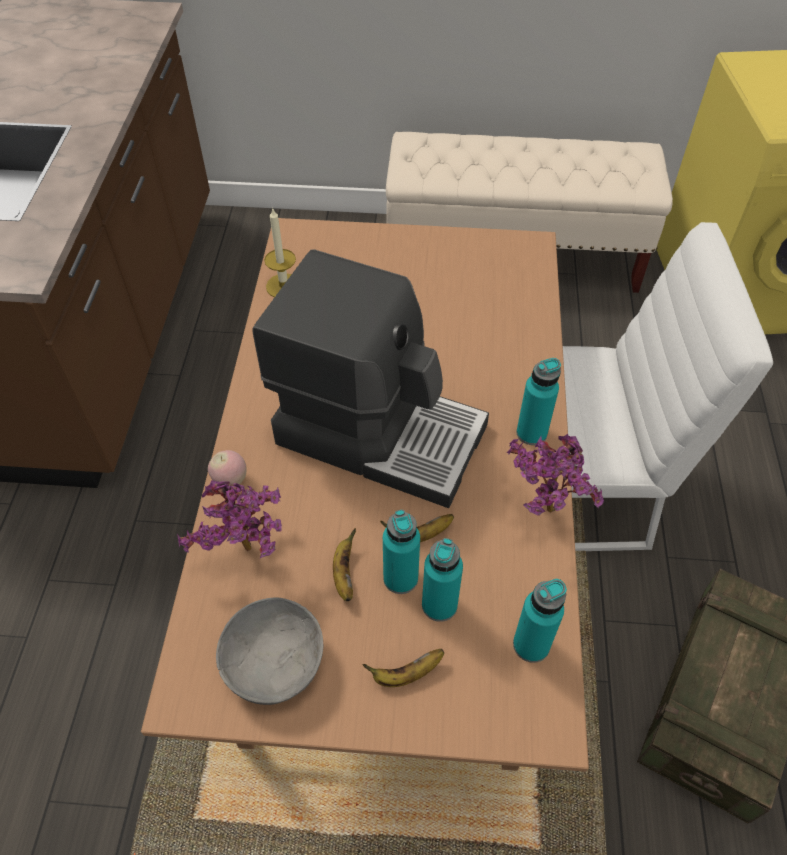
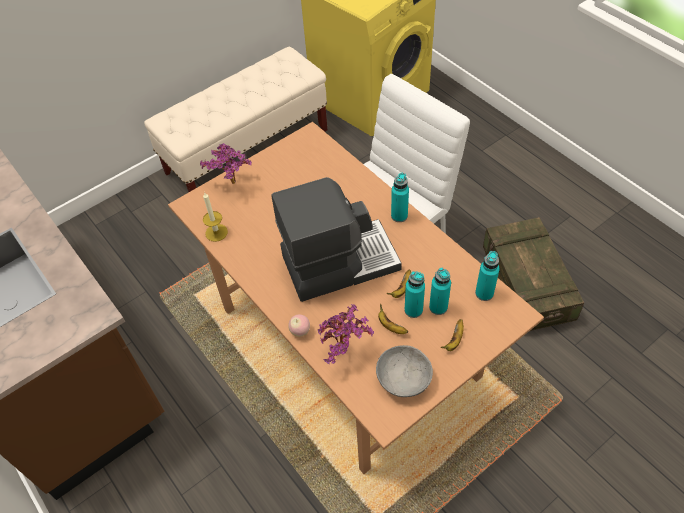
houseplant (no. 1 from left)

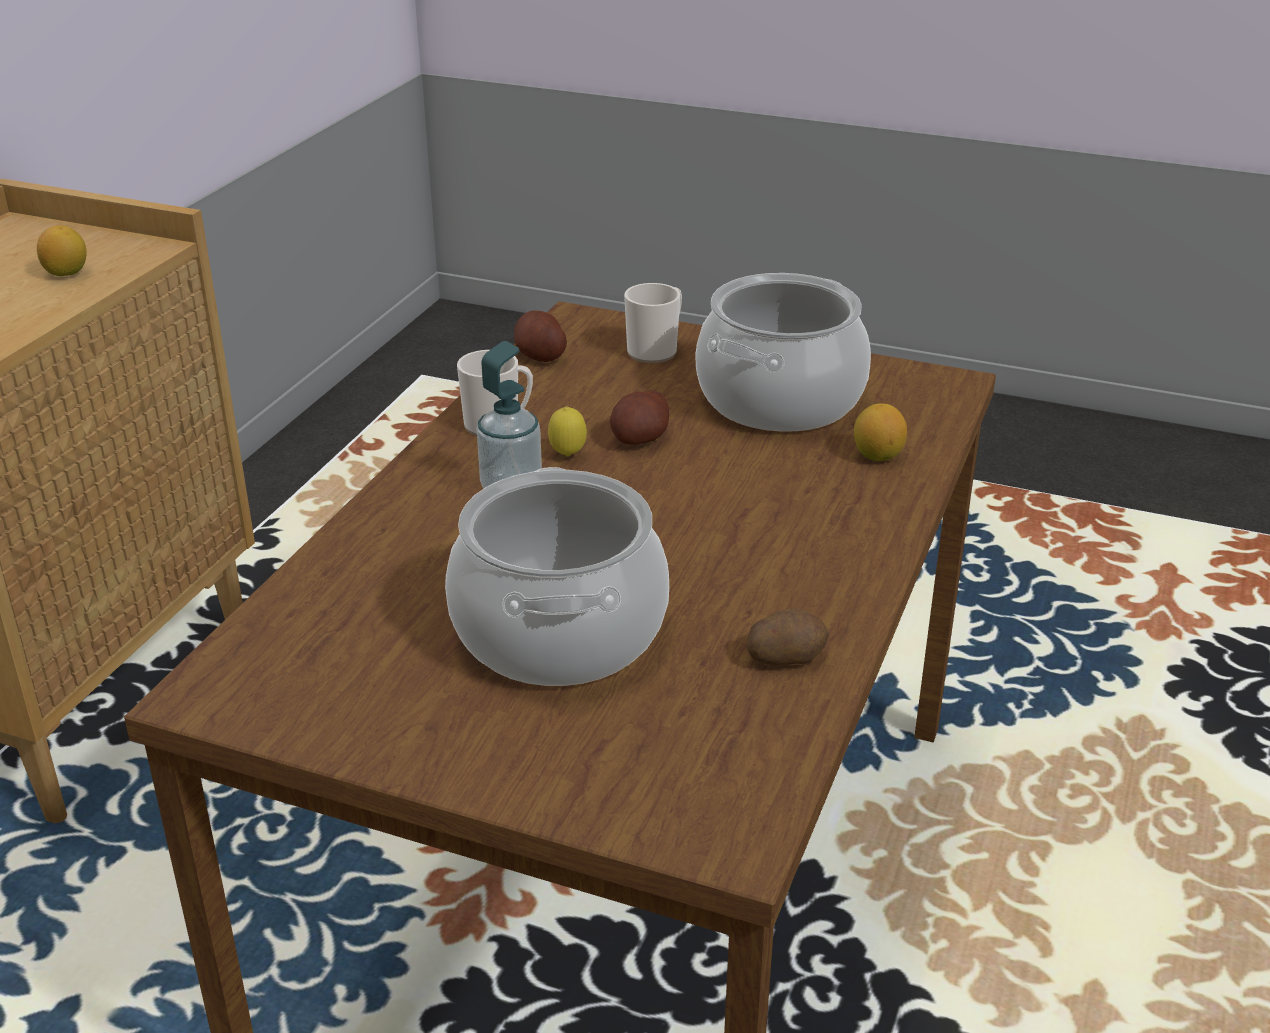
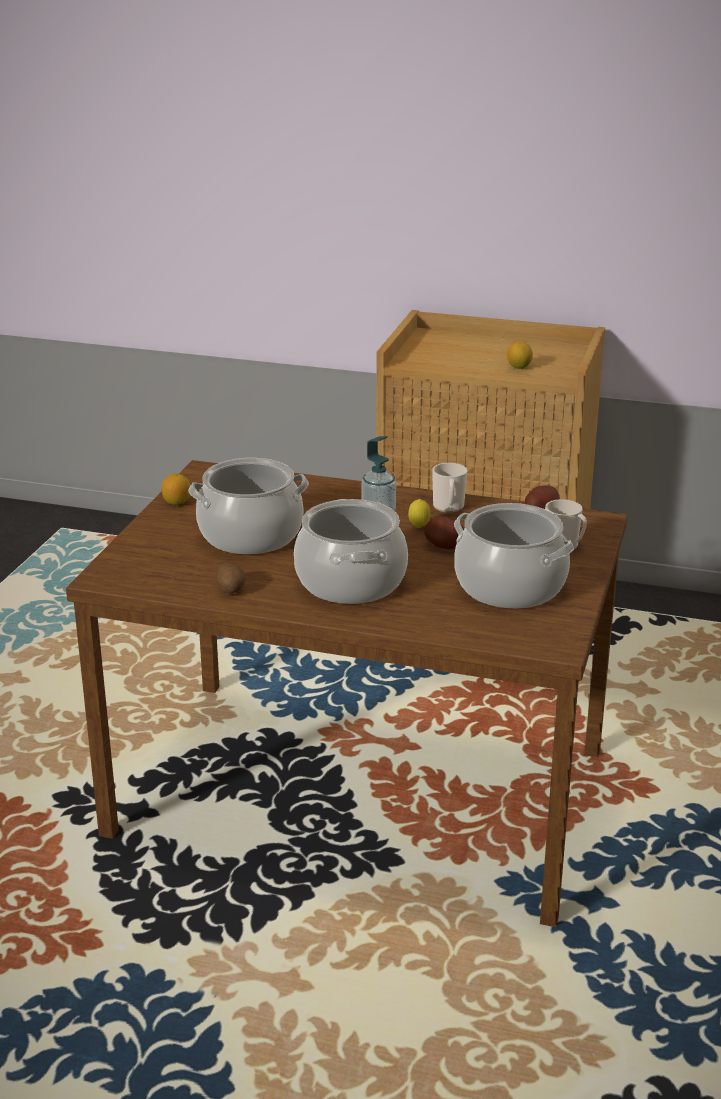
stockpot (no. 2 from left); whole lemon (no. 1 from left)

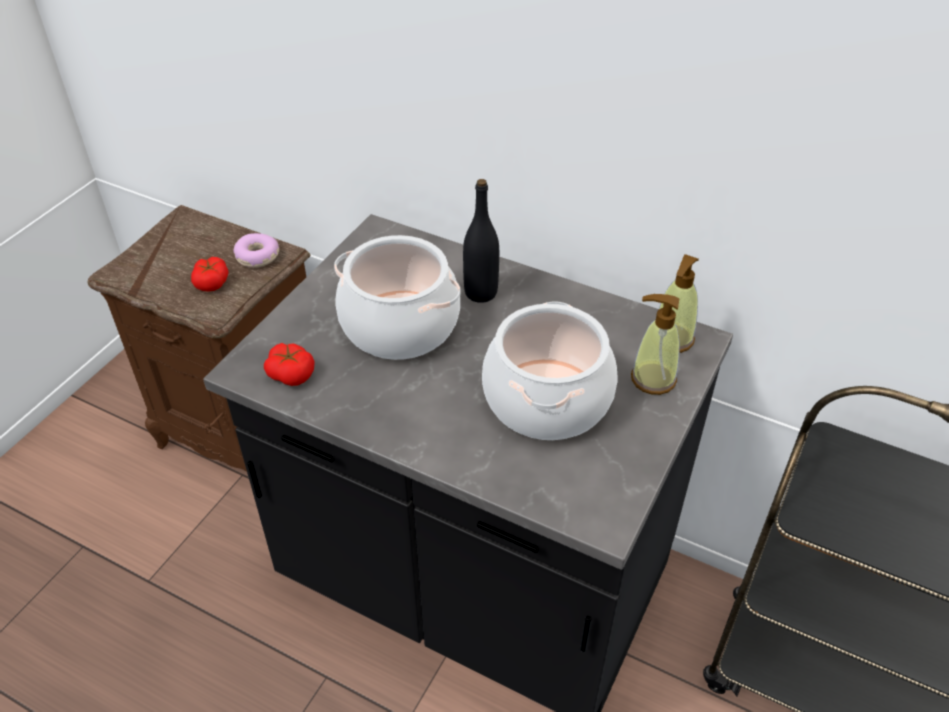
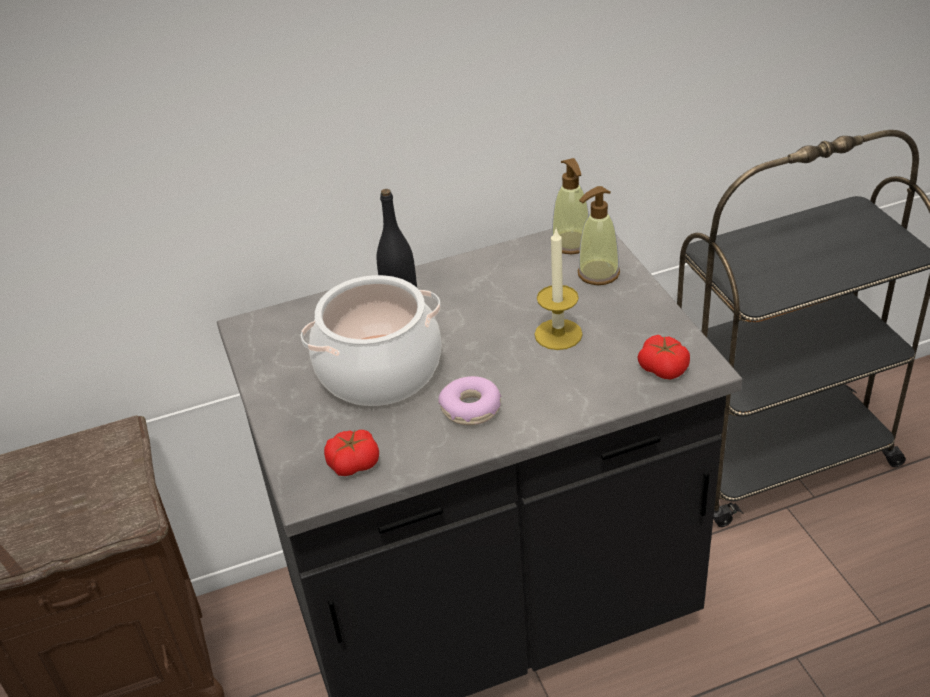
fresh tomato (no. 2 from left); donut; wax light

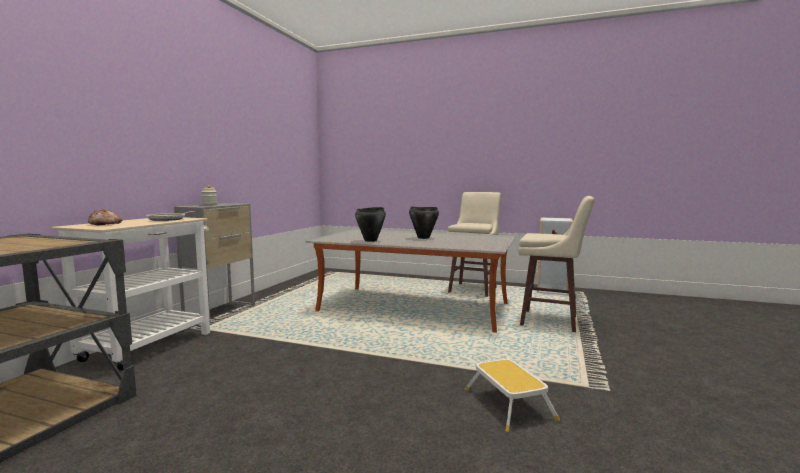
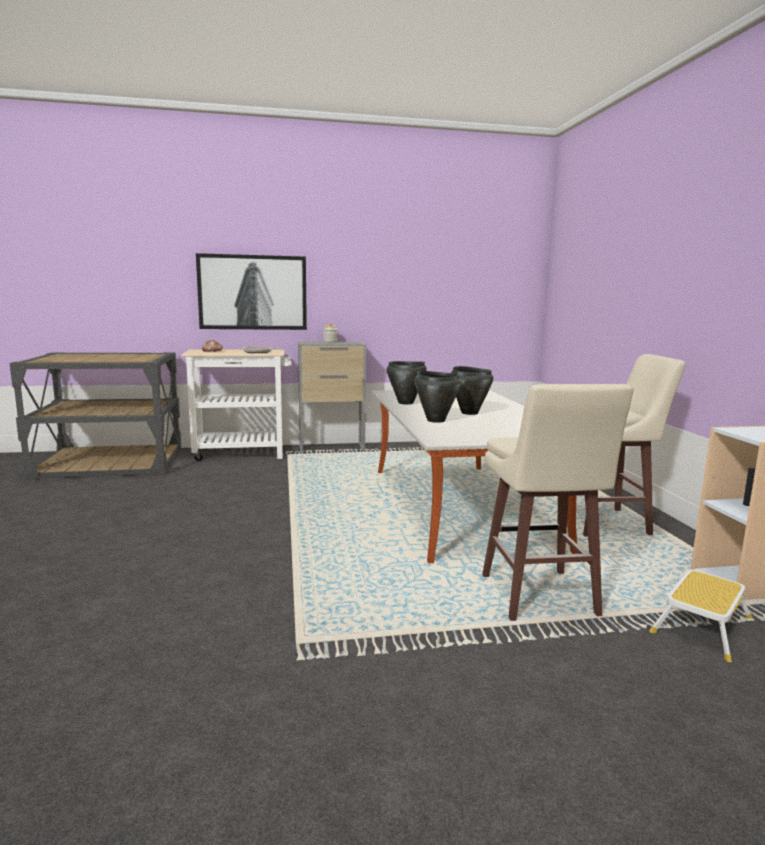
wall picture; blackish stockpot (no. 2 from left); yellowish step ladder

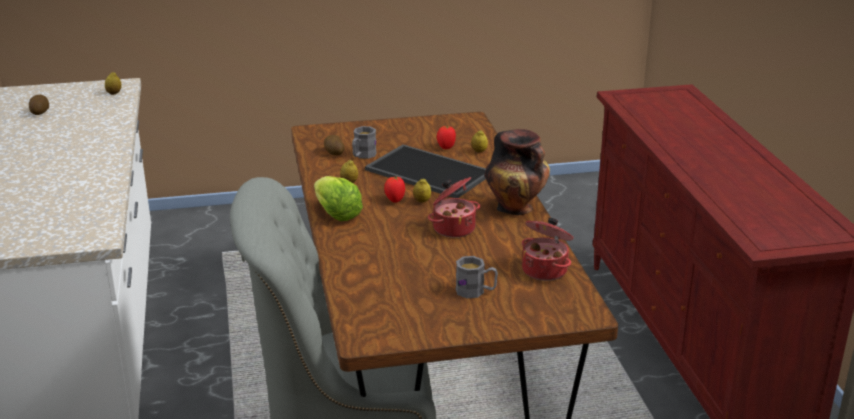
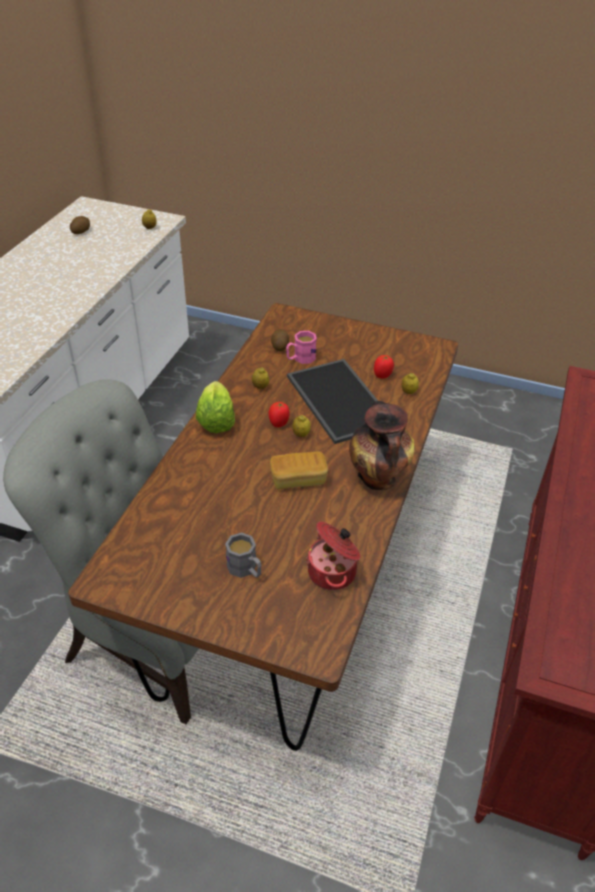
bread; pink coffee mug

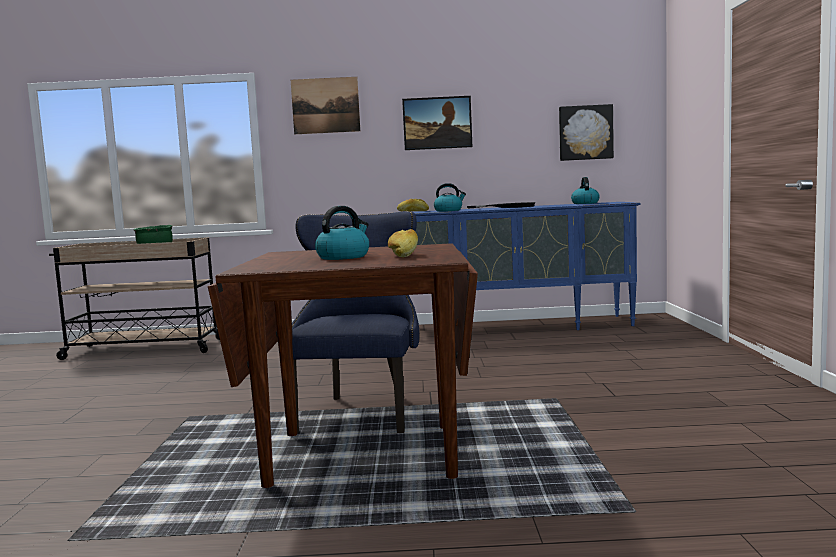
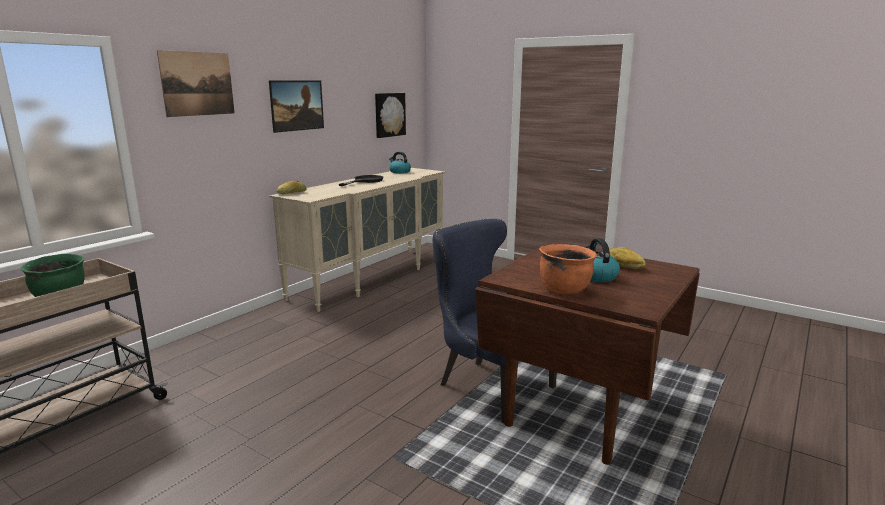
tea kettle (no. 2 from left in the first image); orange stockpot; sand-coloured cabinet

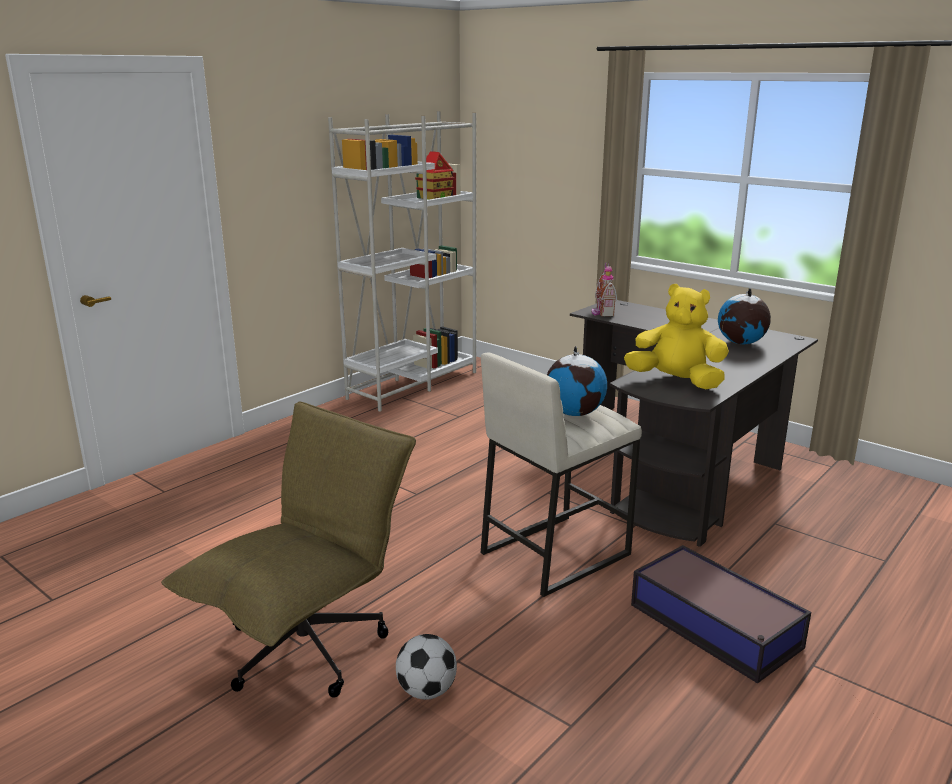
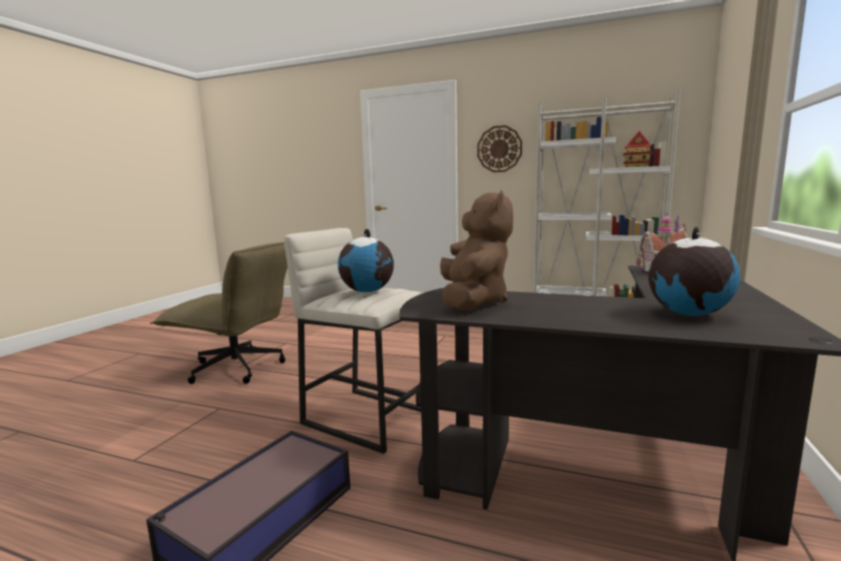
ball for football; wall clock; brown cuddly toy

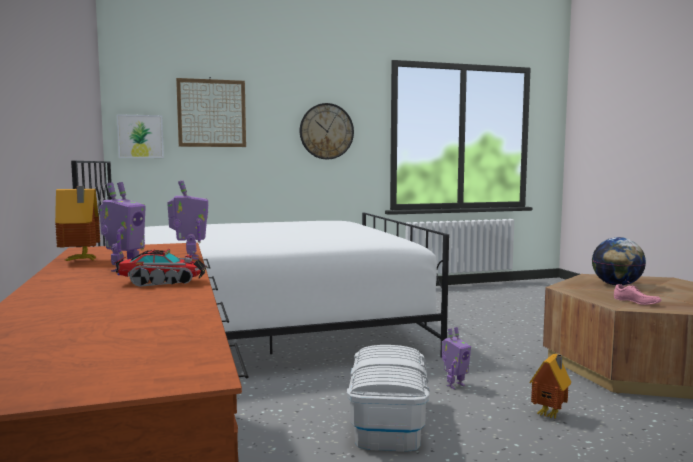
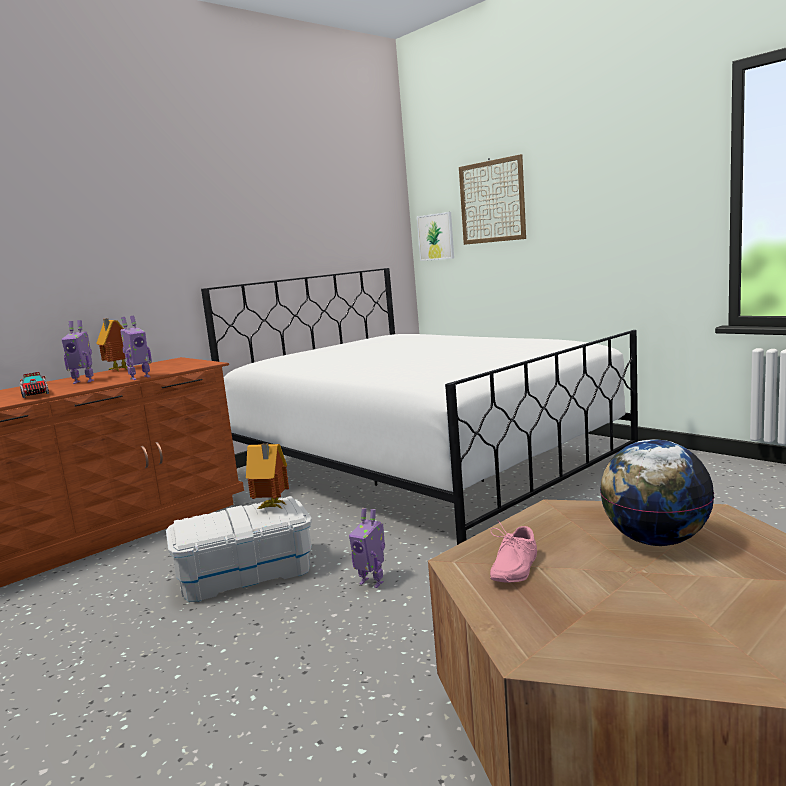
wall clock; miniature house (no. 2 from left)

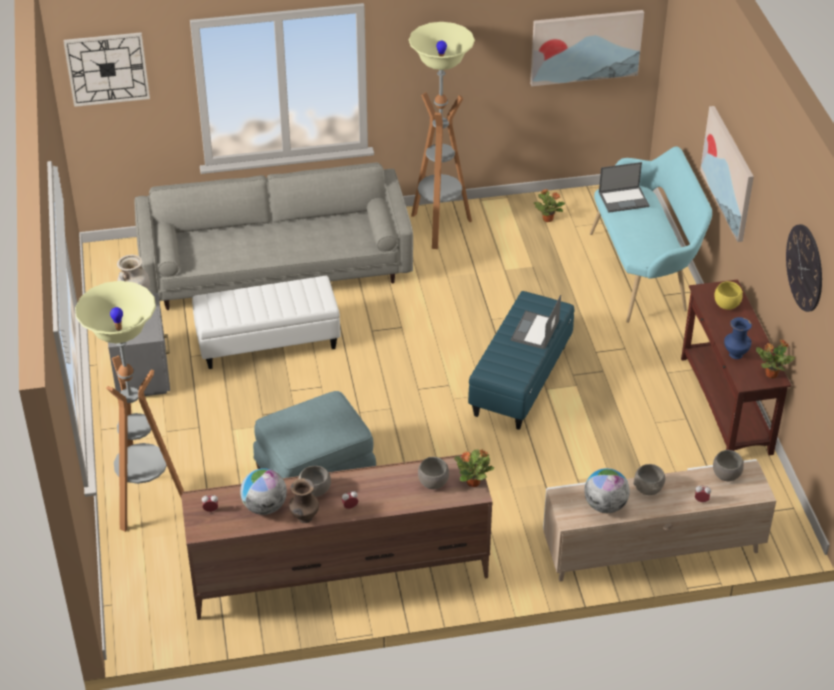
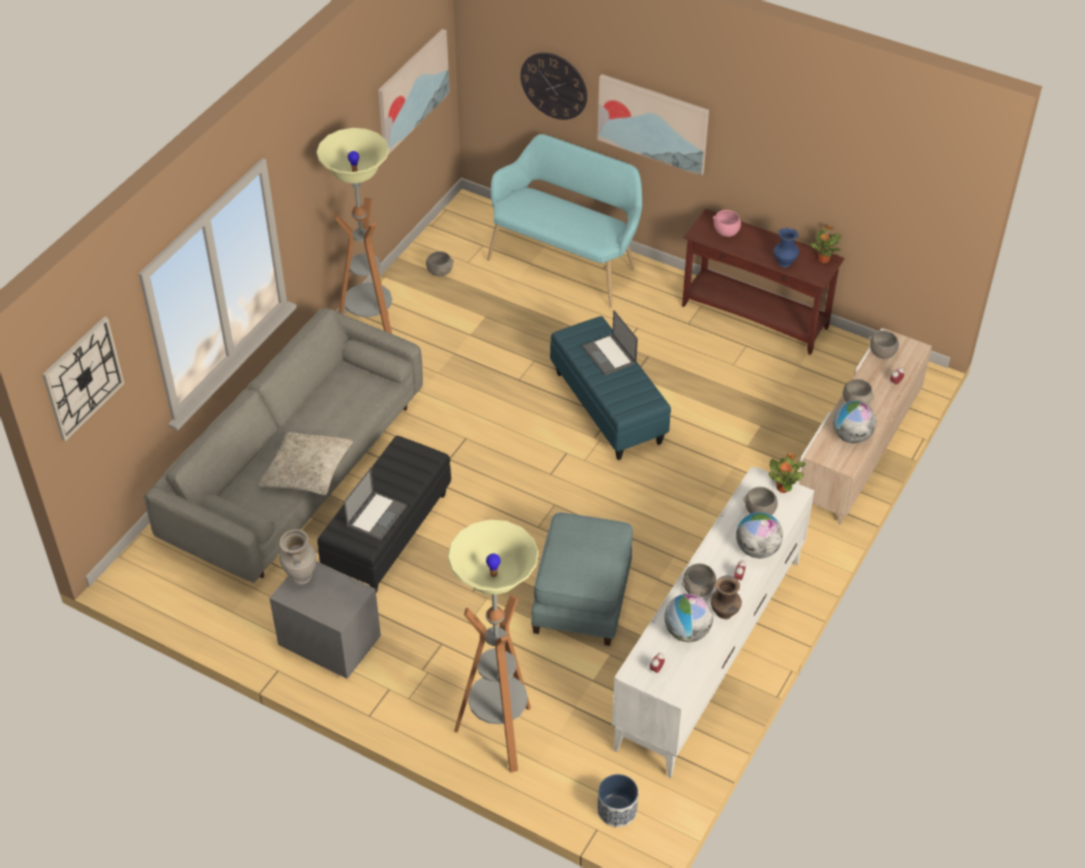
sand-coloured throw pillow; planter; desk globe (no. 2 from left); portable computer (no. 1 from left); wall clock (no. 2 from left); grey bowl (no. 1 from left); white cabinet; blackish ottoman; pink bowl

